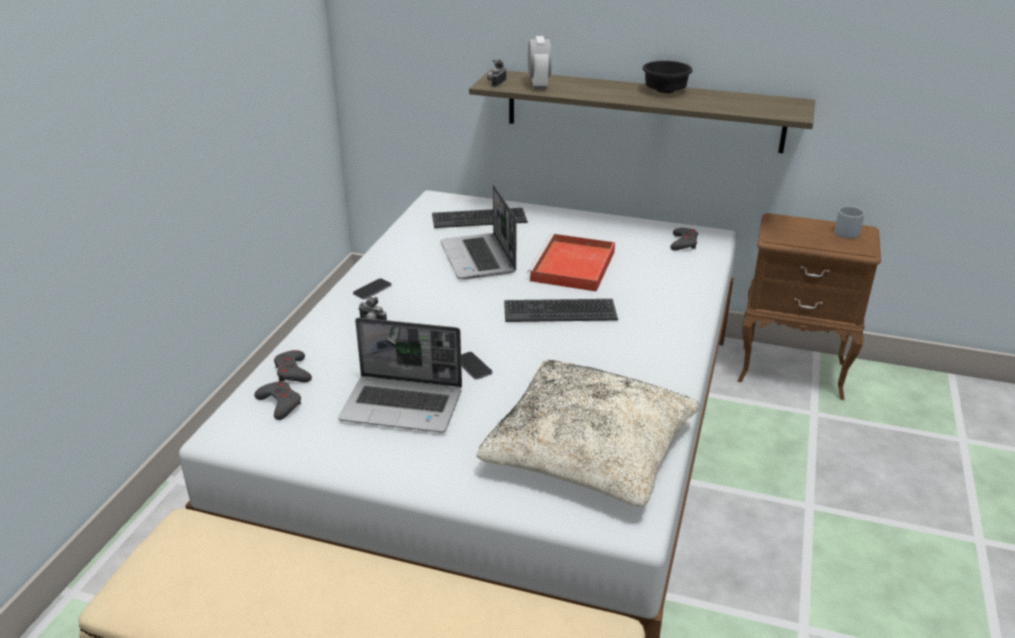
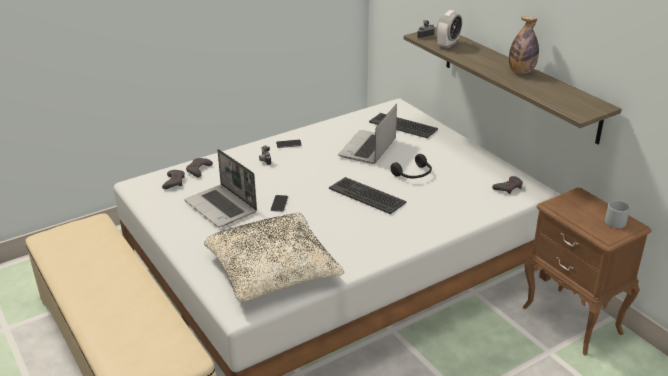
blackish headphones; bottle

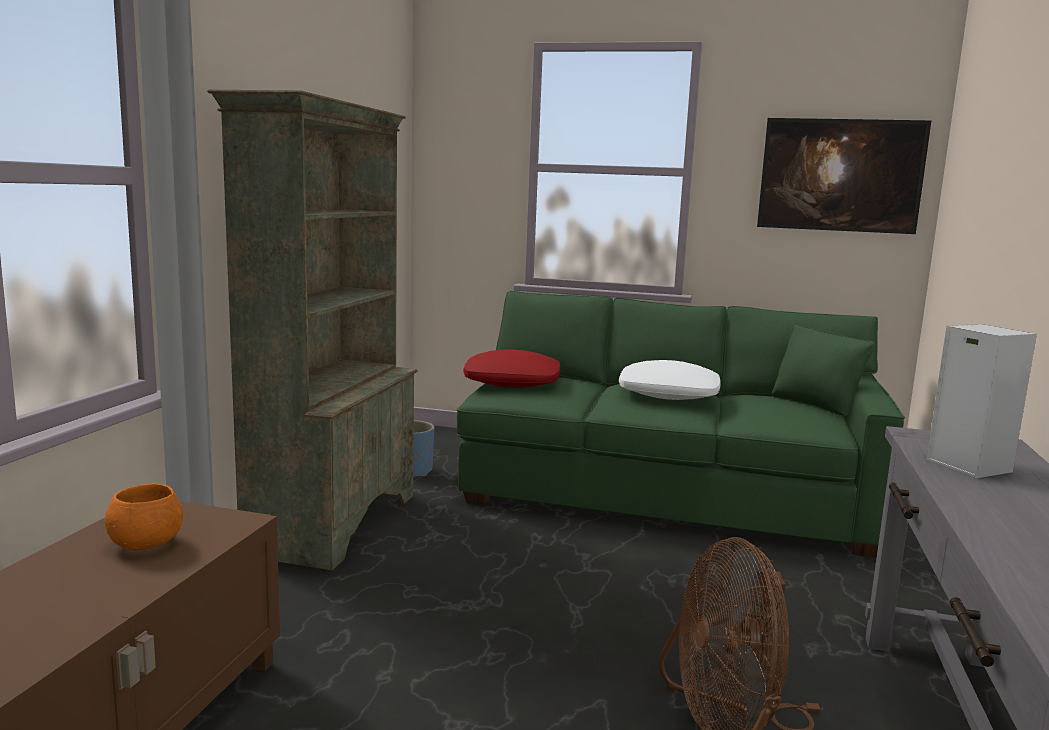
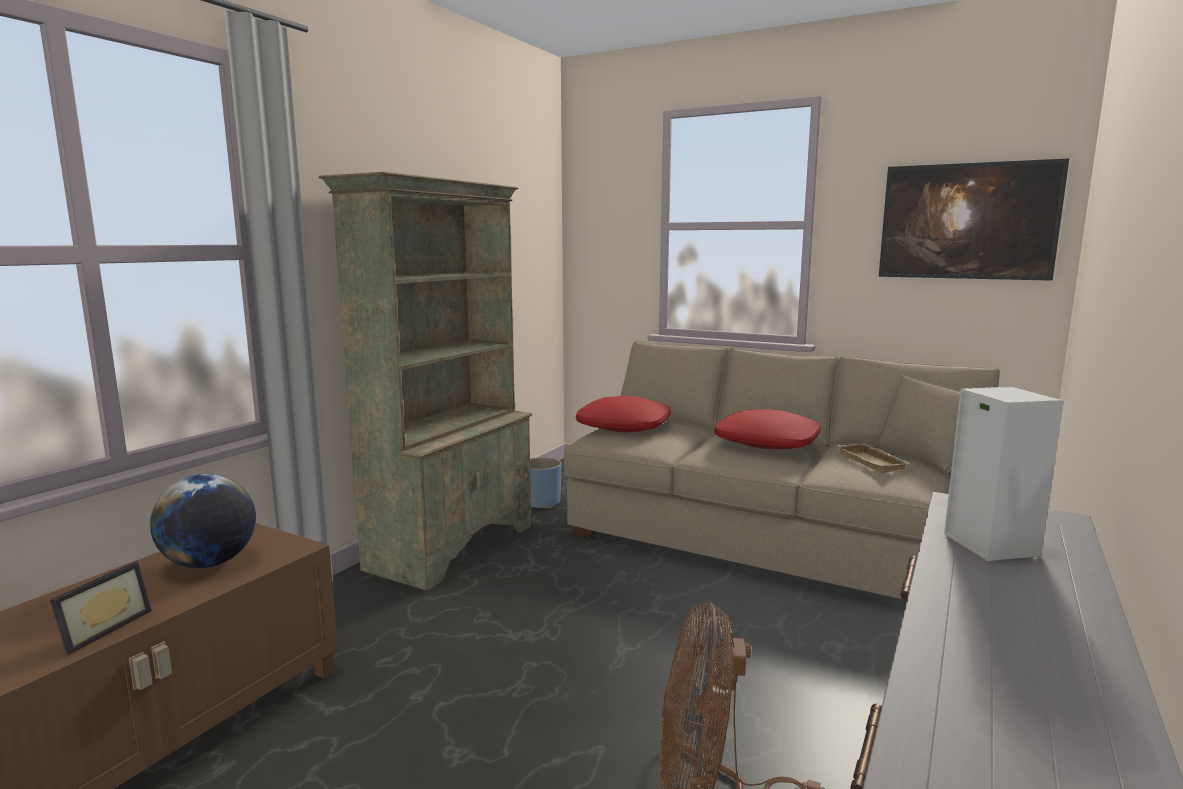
picture frame; sand-coloured tray; desk globe; sand-coloured couch; reddish throw pillow (no. 2 from left)

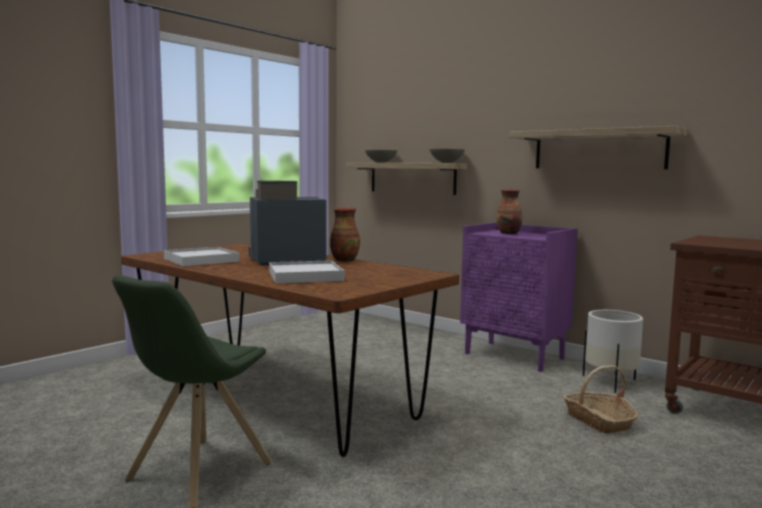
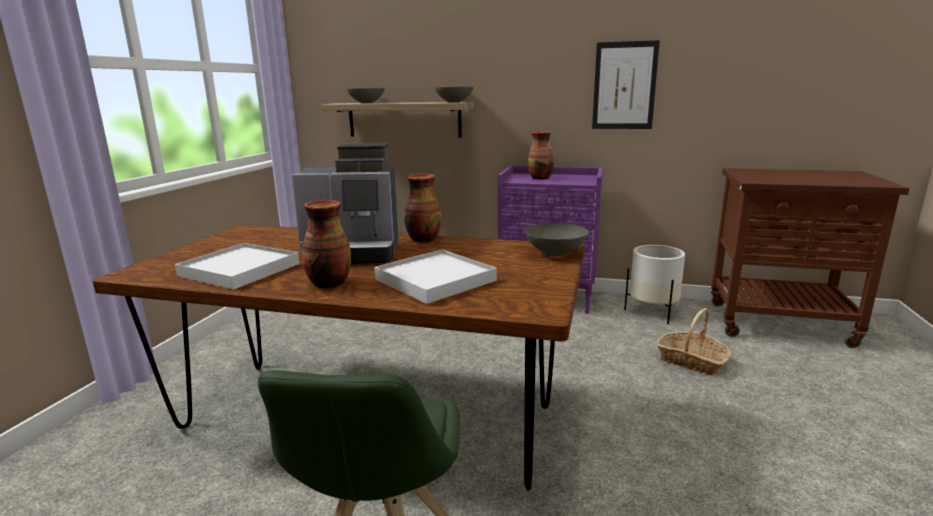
flower vase (no. 1 from left); grey bowl (no. 3 from left); wall picture; coffee machine

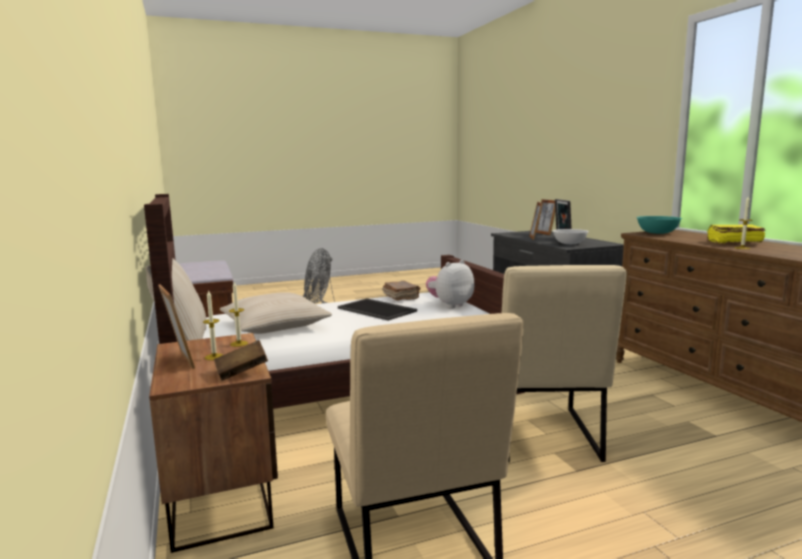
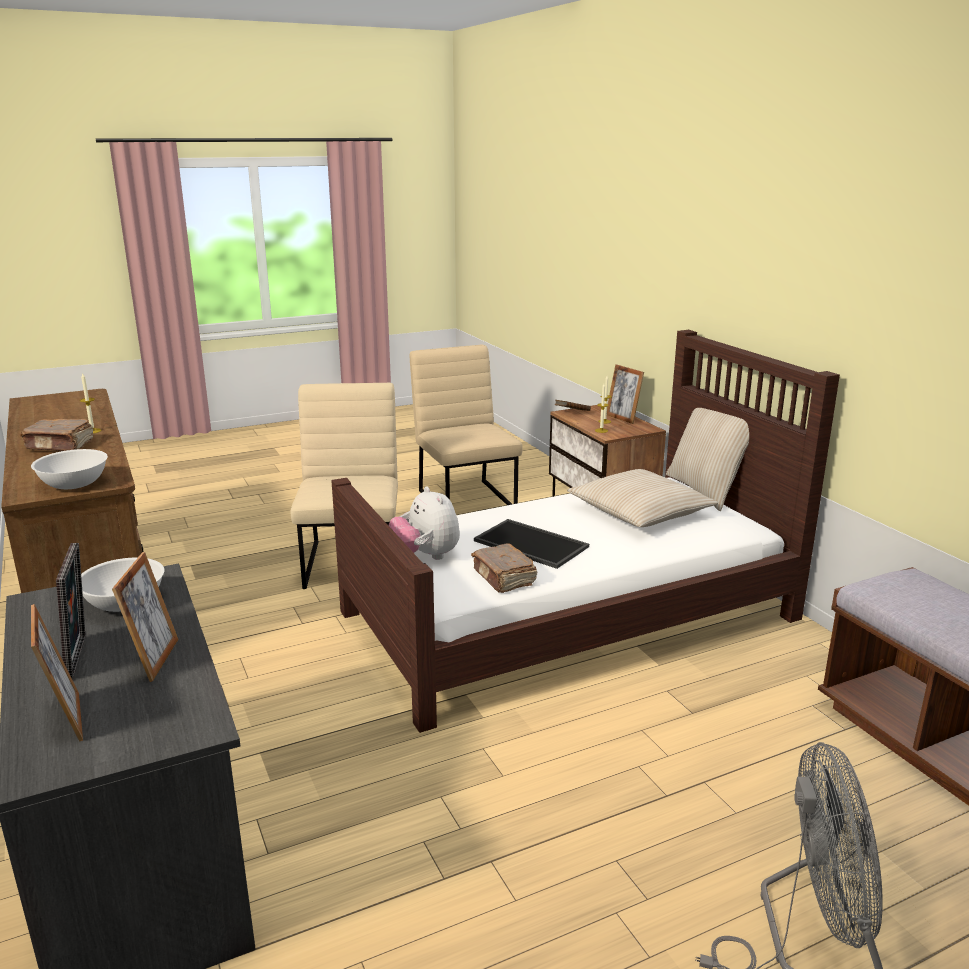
white bowl (no. 1 from left); brown volume (no. 1 from left); cuddly toy

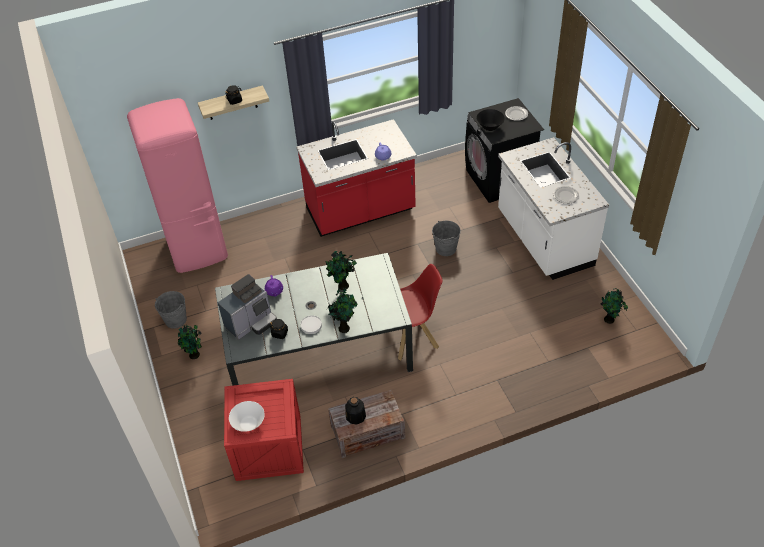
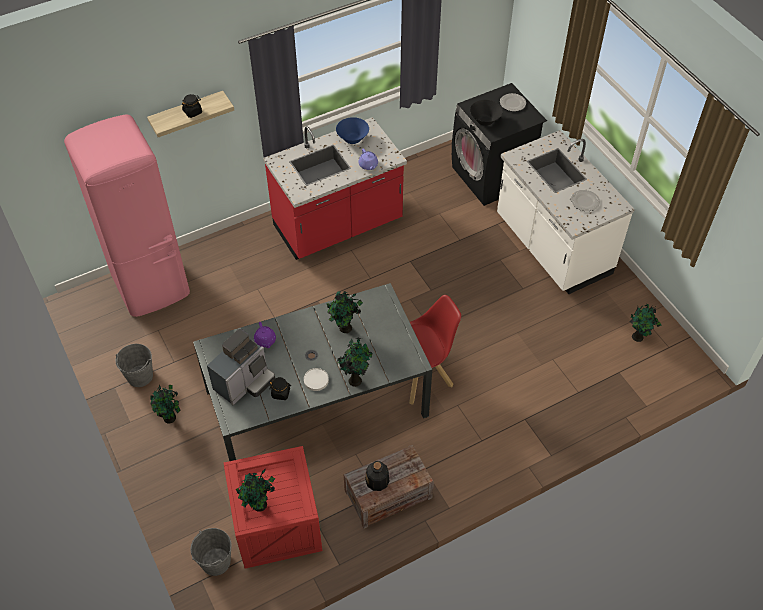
bluish bowl; grey water bucket (no. 2 from left); houseplant (no. 2 from left)

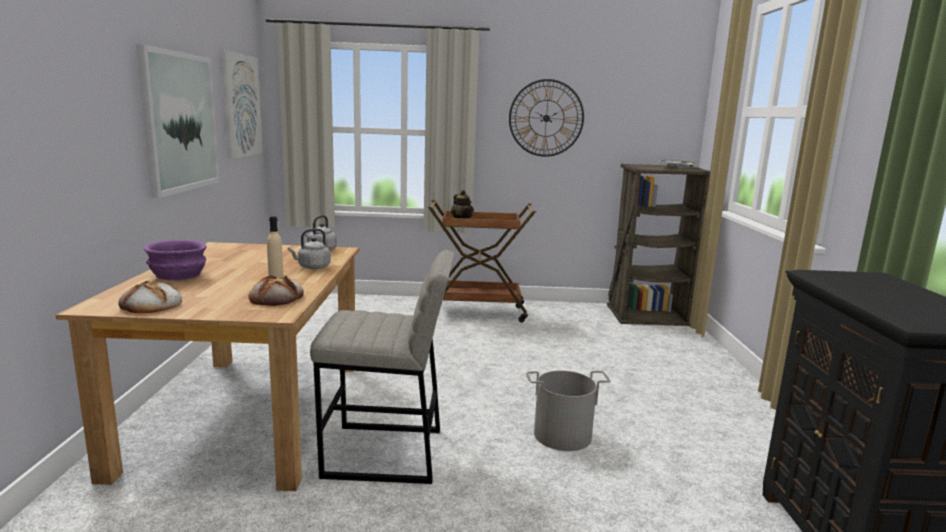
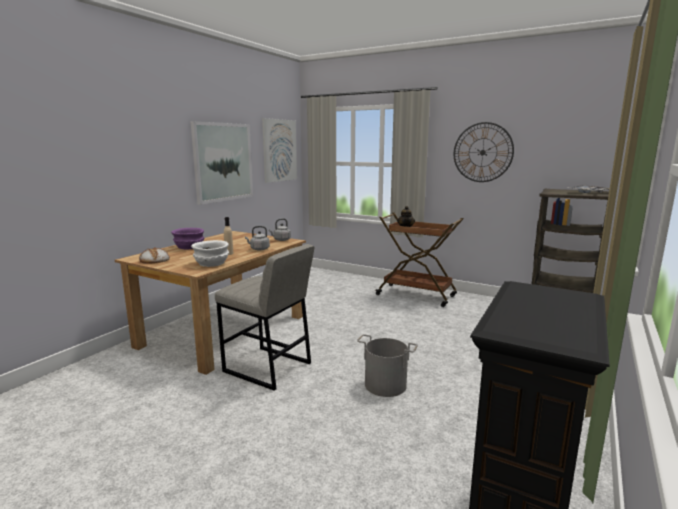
white bowl

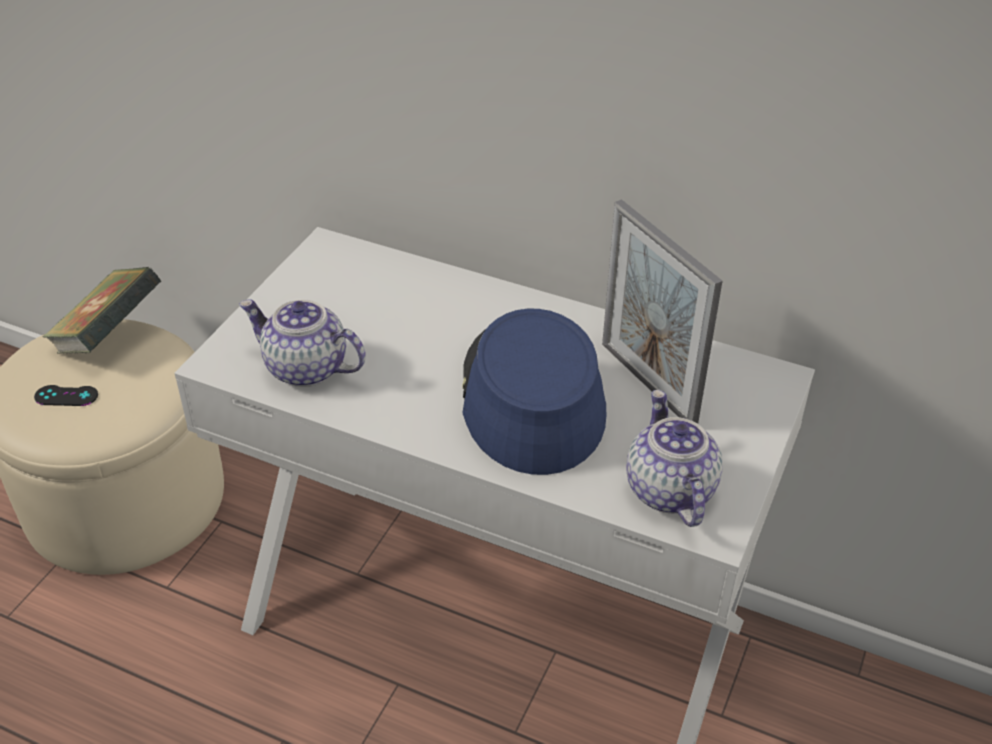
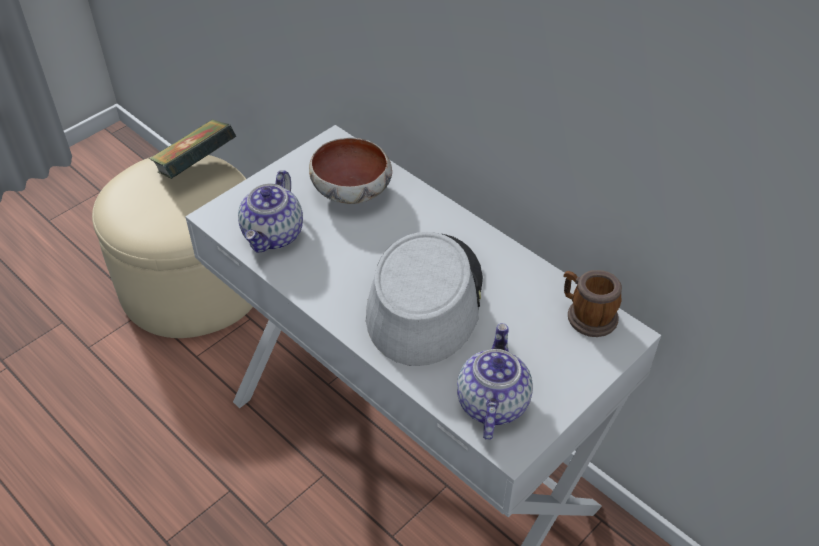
blackish joypad; picture frame; bowl; coffee mug; grey clothing hat; pot for tea (no. 1 from left)

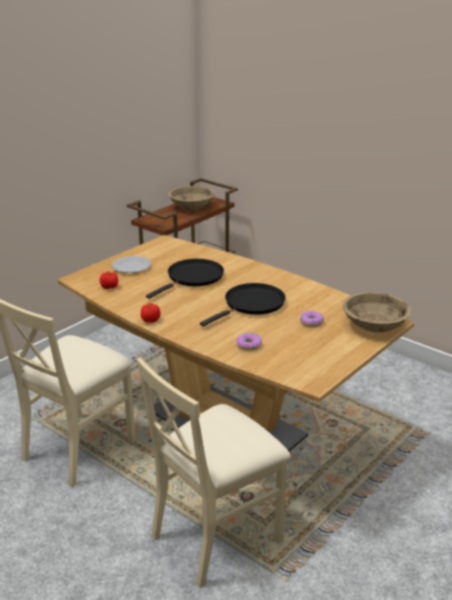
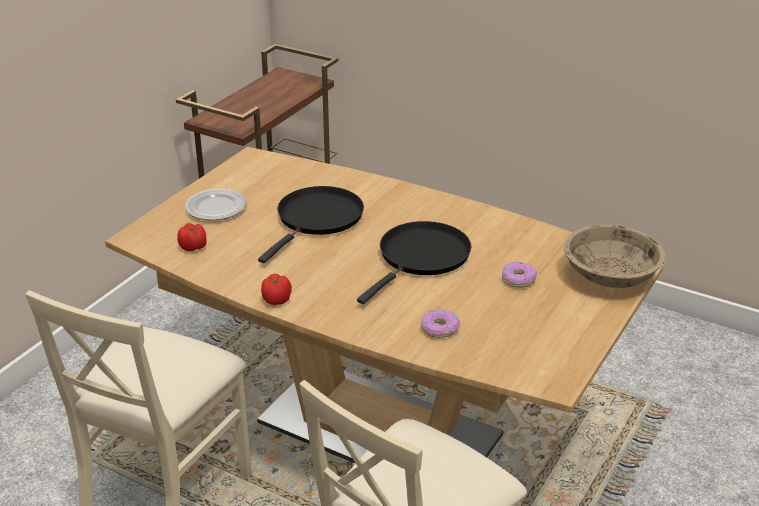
sand-coloured bowl (no. 1 from left in the first image)

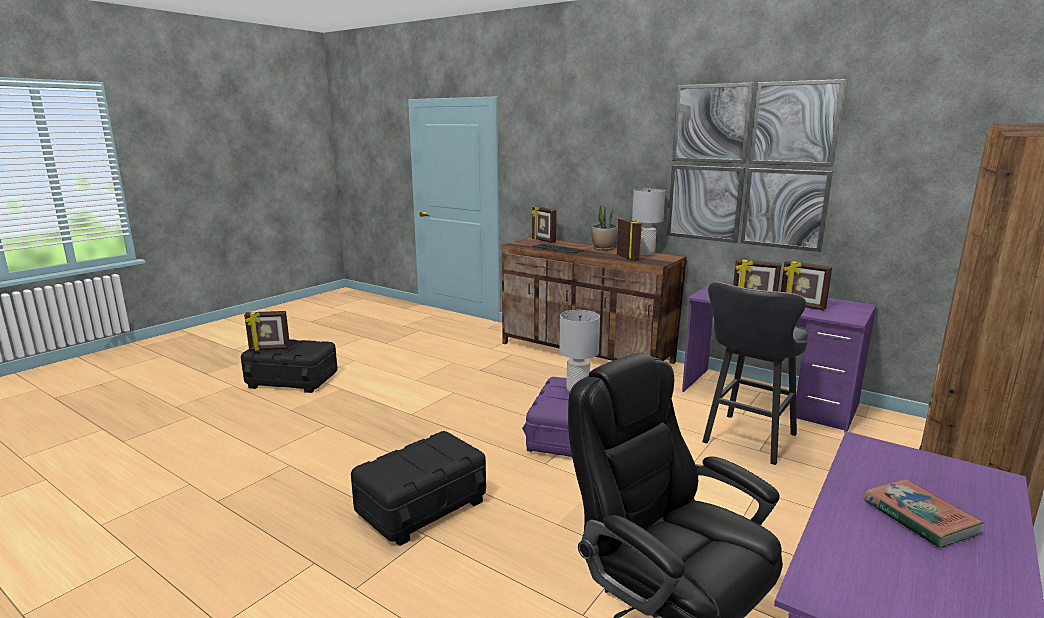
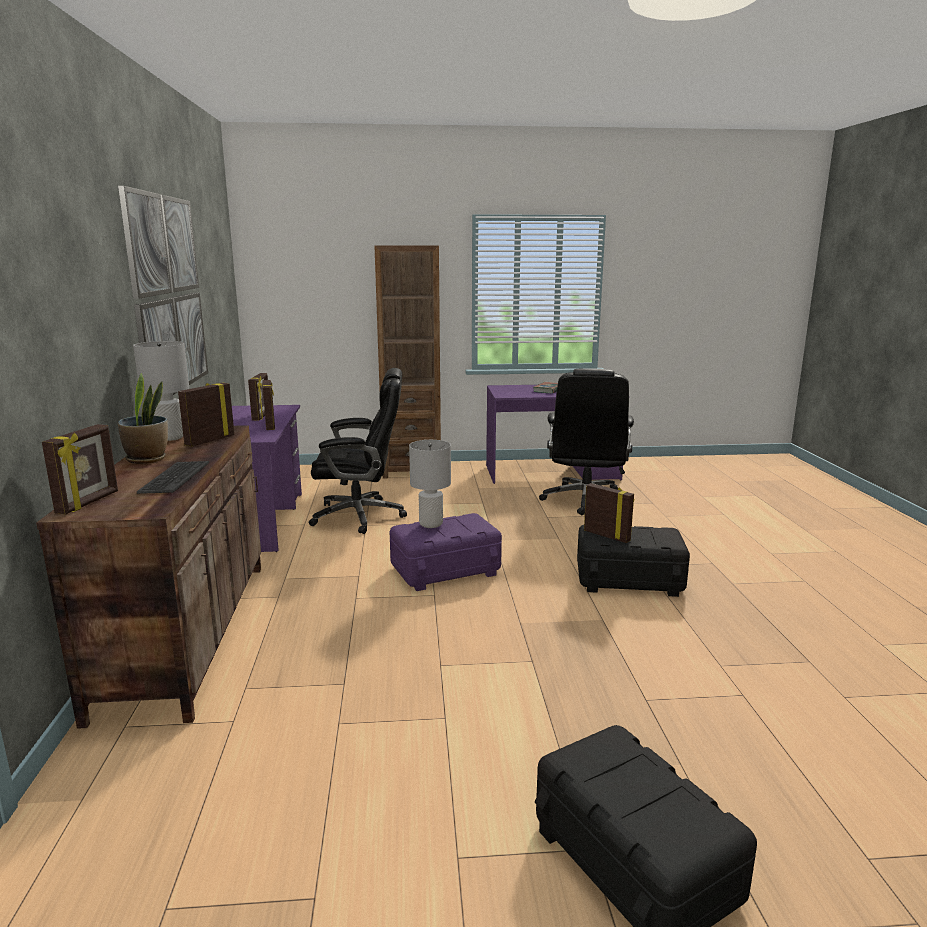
picture frame (no. 5 from left); blackish computer chair (no. 1 from left)

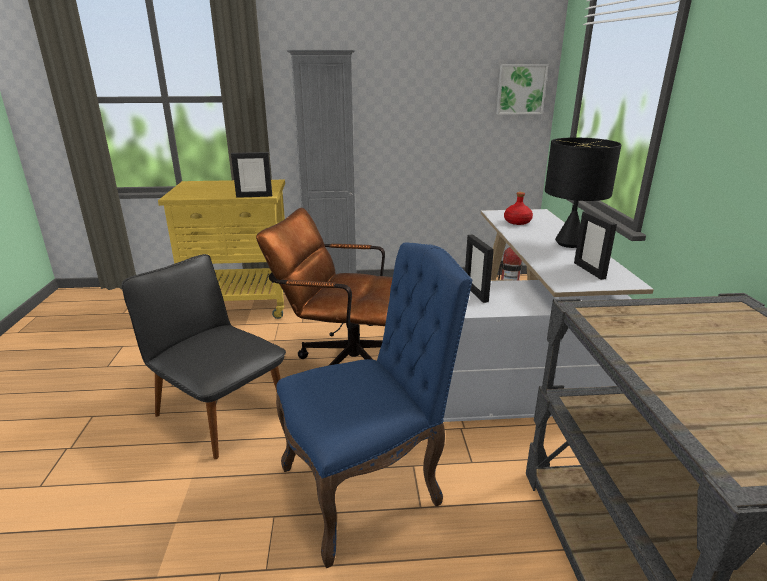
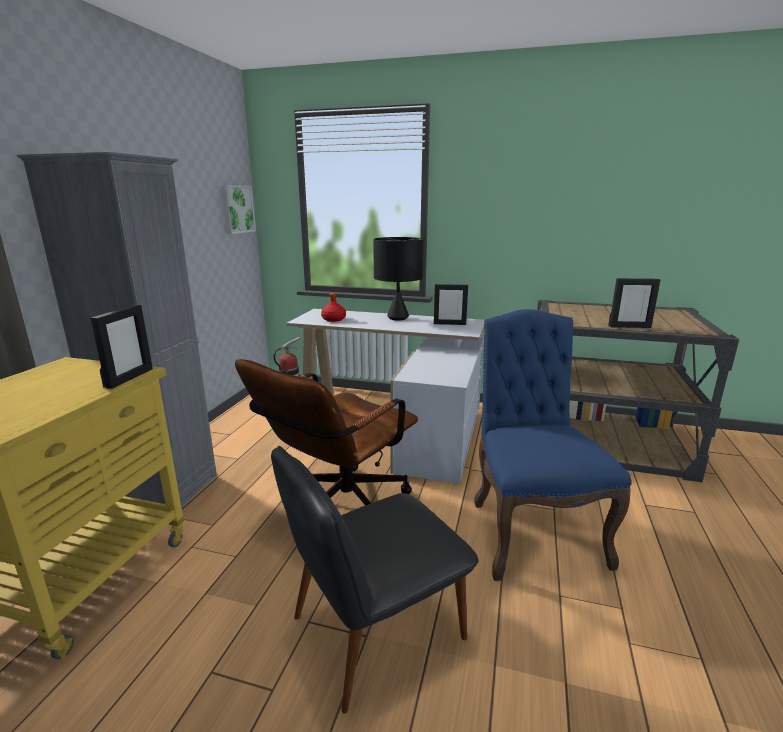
picture frame (no. 3 from left)

